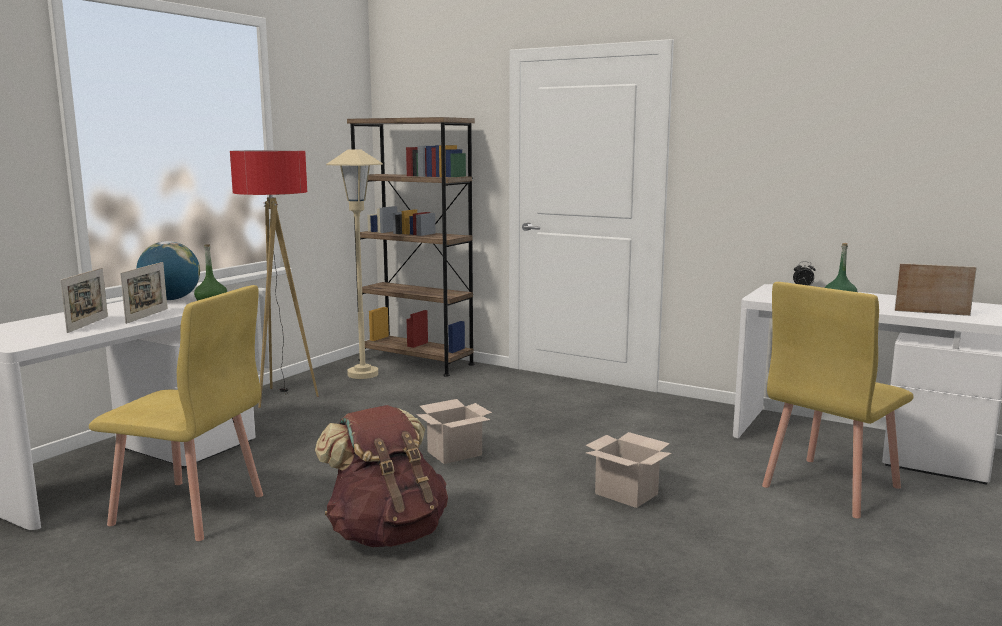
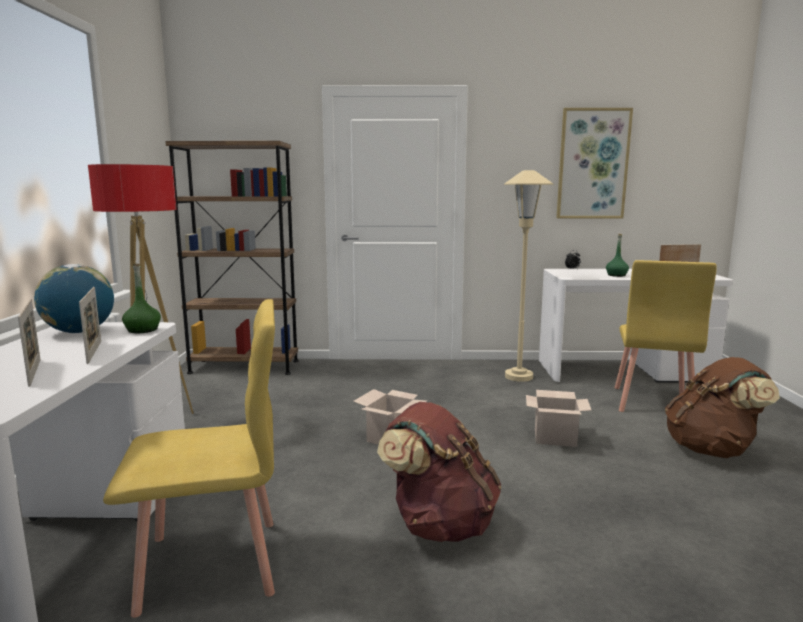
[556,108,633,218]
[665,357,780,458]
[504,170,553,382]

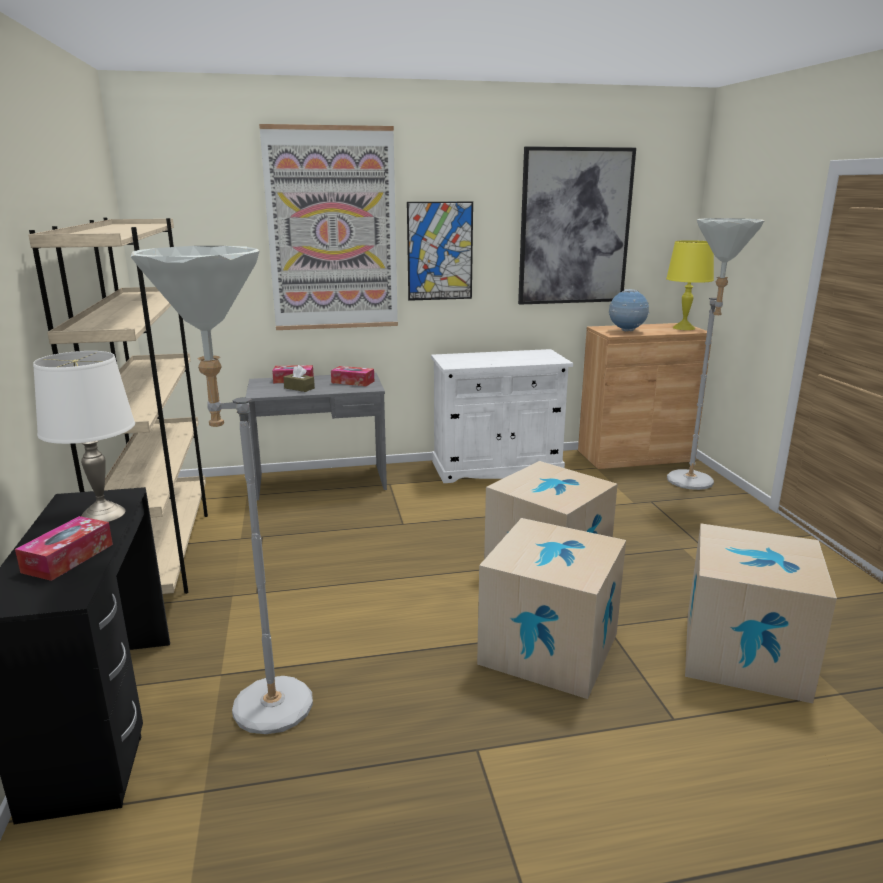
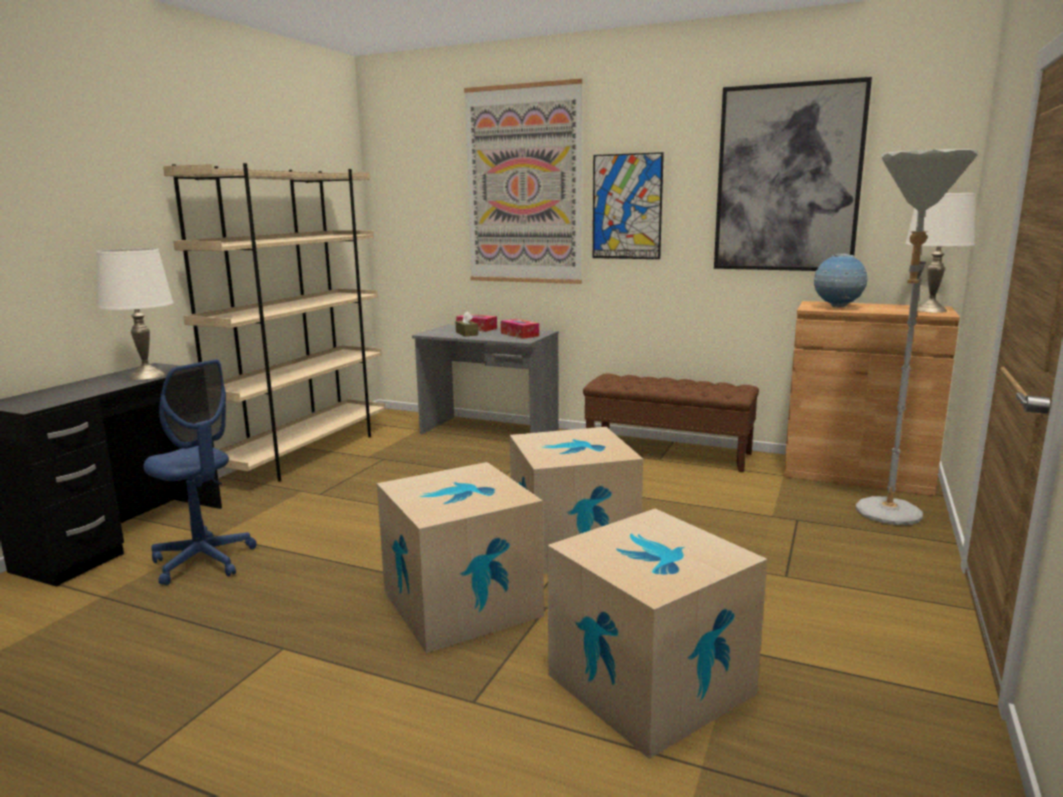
[15,516,113,581] (first image)
[144,359,256,585]
[583,374,759,473]
[905,193,975,313]

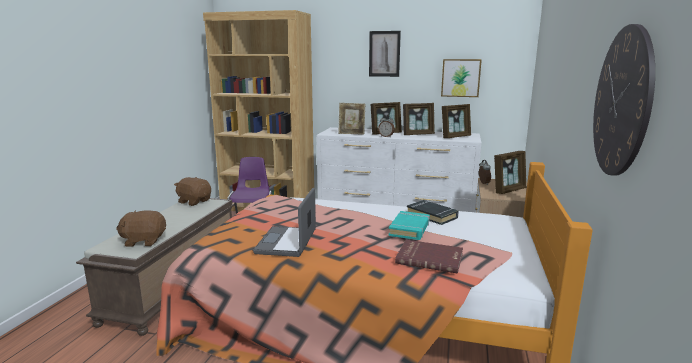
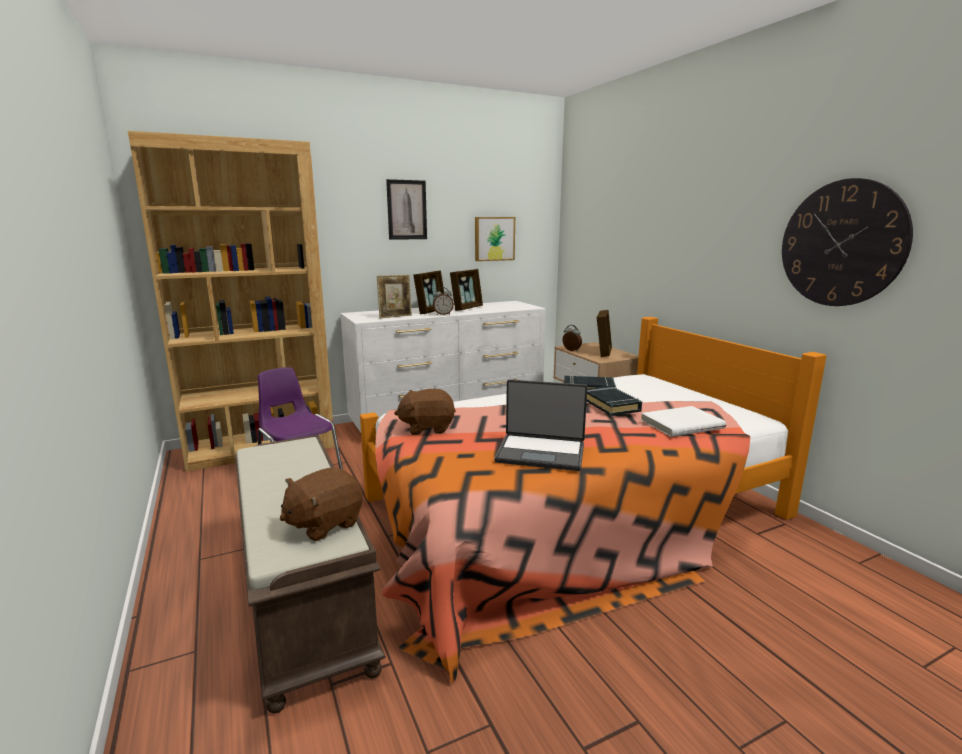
[442,104,471,138] (first image)
[394,389,456,435]
[587,386,642,416]
[641,406,726,437]
[495,379,587,471]

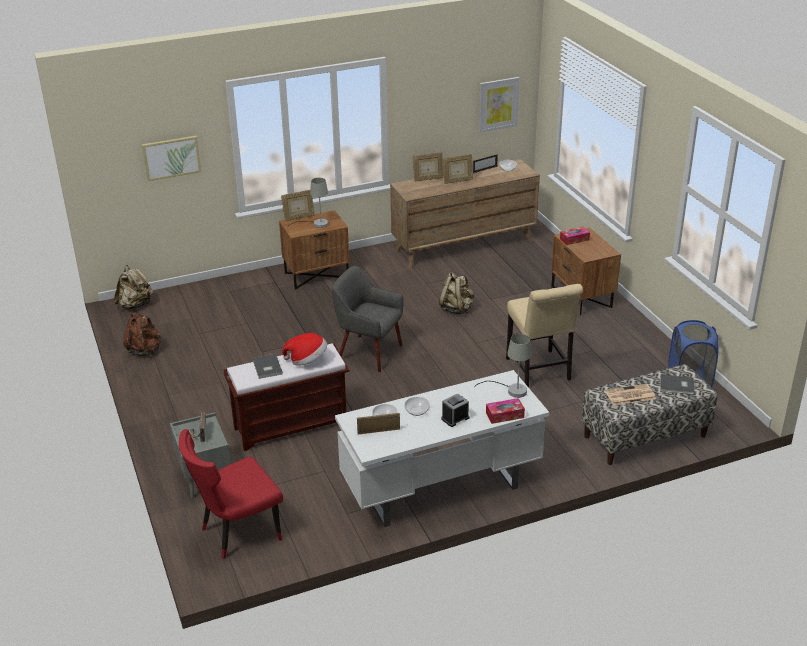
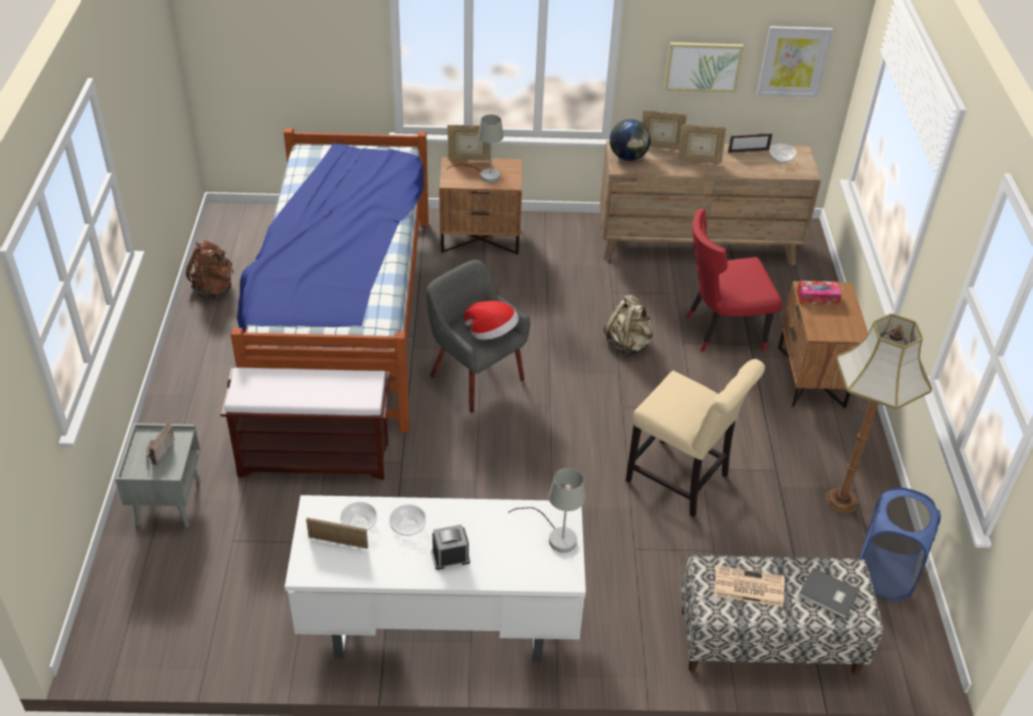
[114,265,153,309] (first image)
[253,354,283,379] (first image)
[486,398,525,424] (first image)
[231,128,429,433]
[610,119,651,161]
[826,313,932,513]
[664,42,744,92]
[686,209,782,352]
[464,301,519,340]
[626,359,765,517]

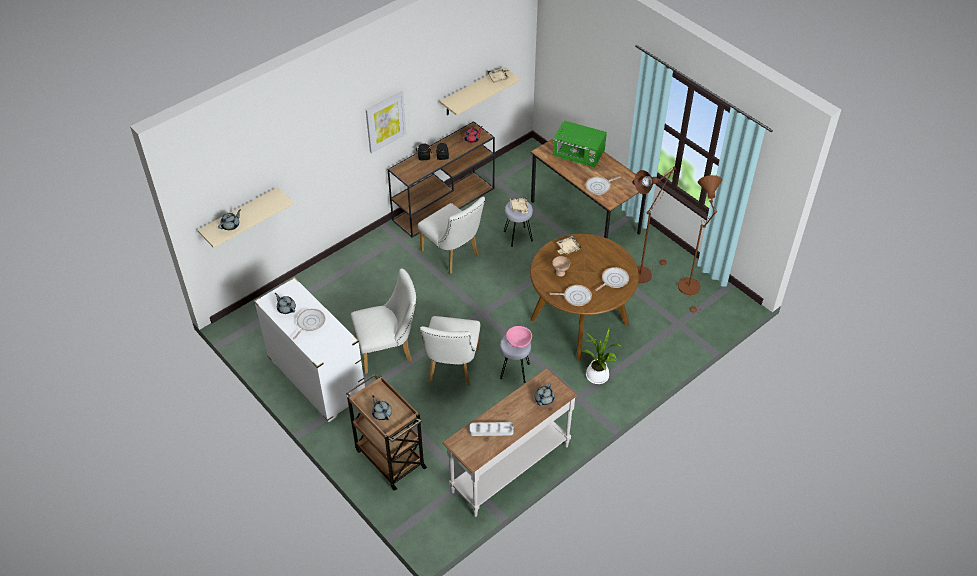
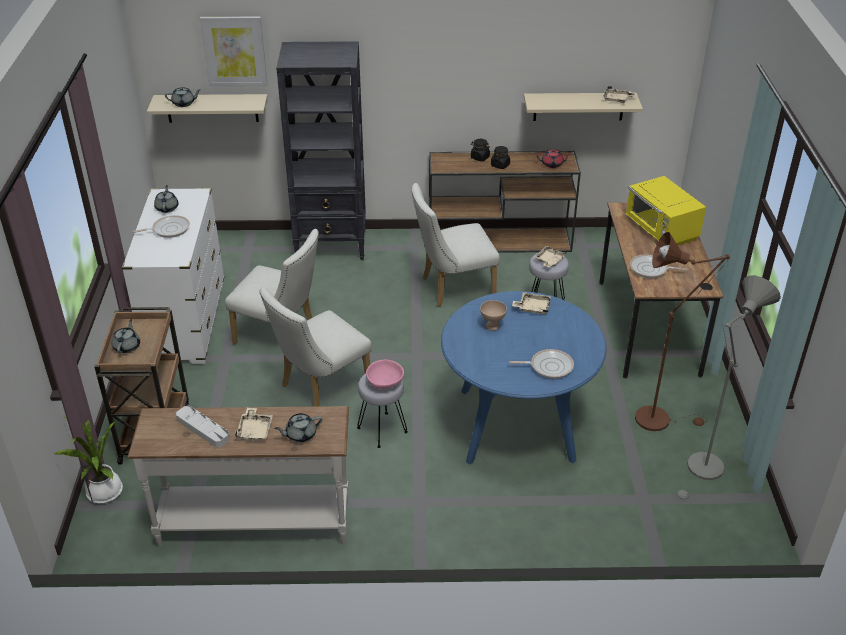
[550,285,592,306] (first image)
[235,408,273,441]
[276,41,366,260]
[200,16,268,87]
[54,415,123,504]
[441,291,606,464]
[626,176,706,245]
[676,275,781,504]
[412,183,500,307]

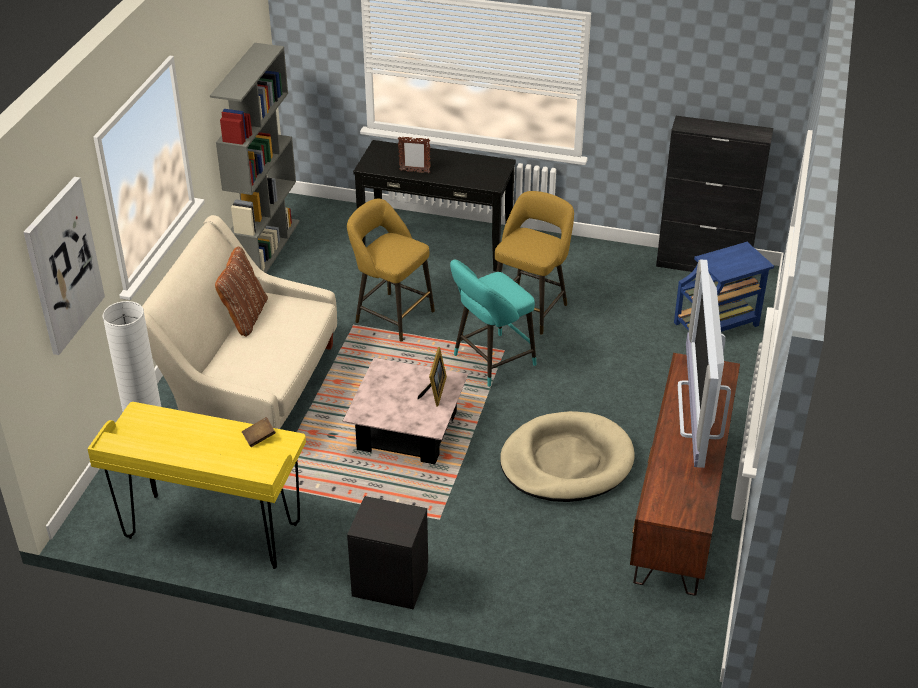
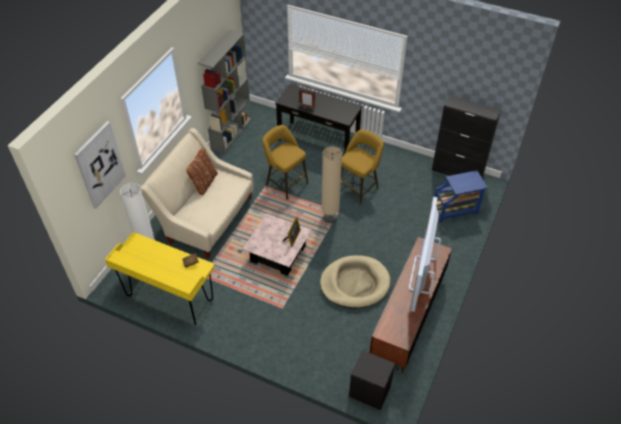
[349,350,395,410]
[321,146,342,223]

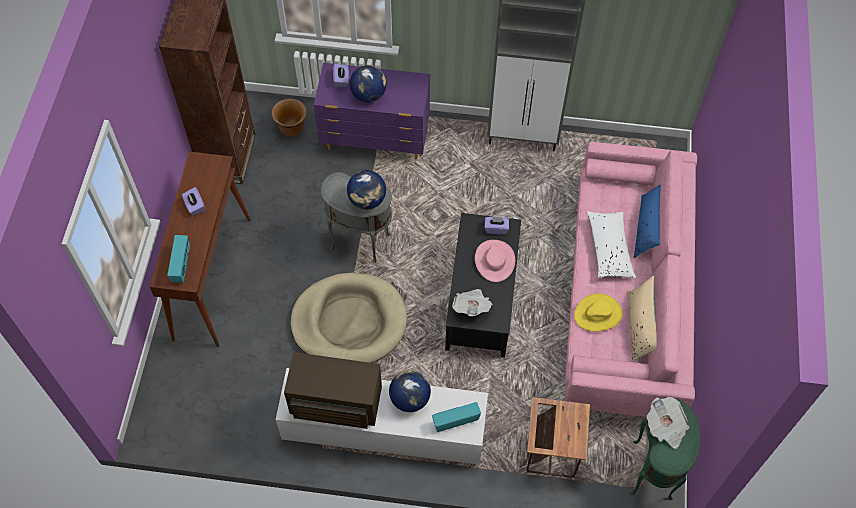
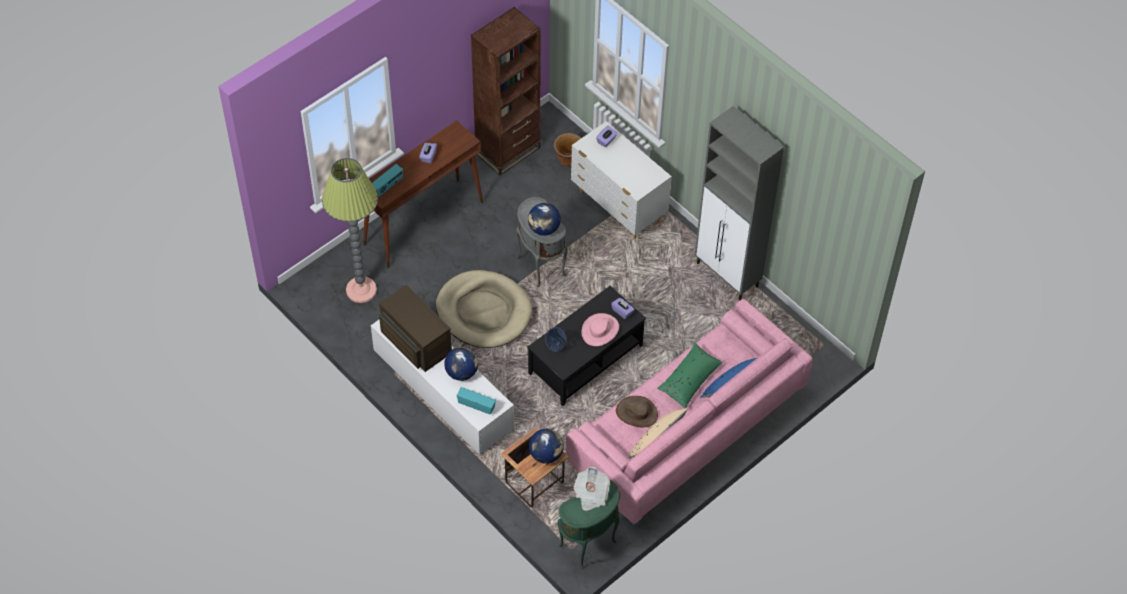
[322,158,378,303]
[529,429,564,464]
[545,327,567,352]
[571,121,672,239]
[616,396,658,427]
[657,343,723,409]

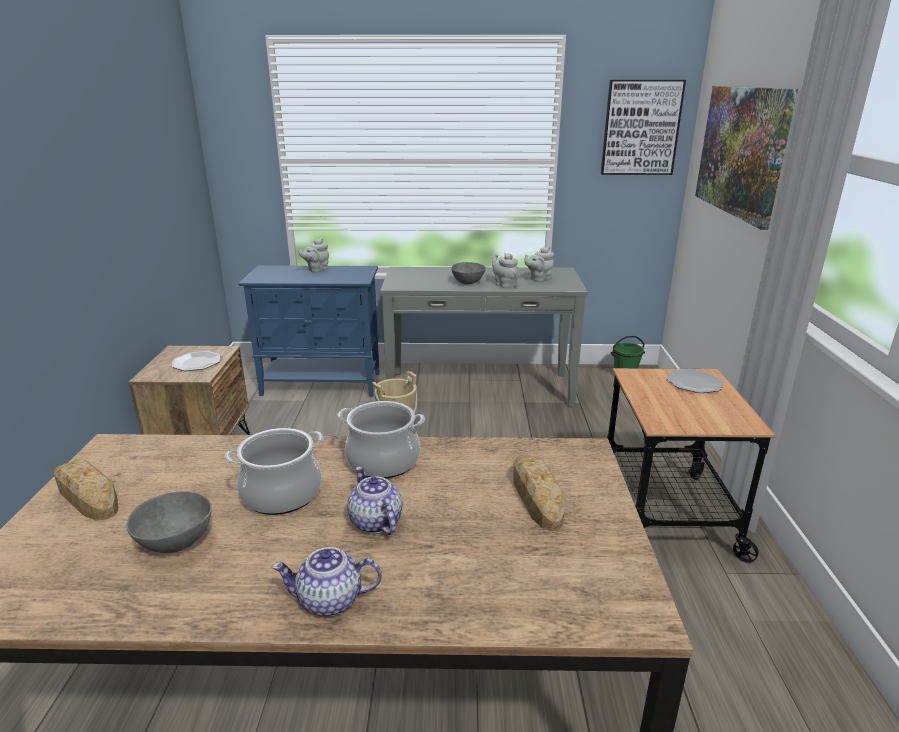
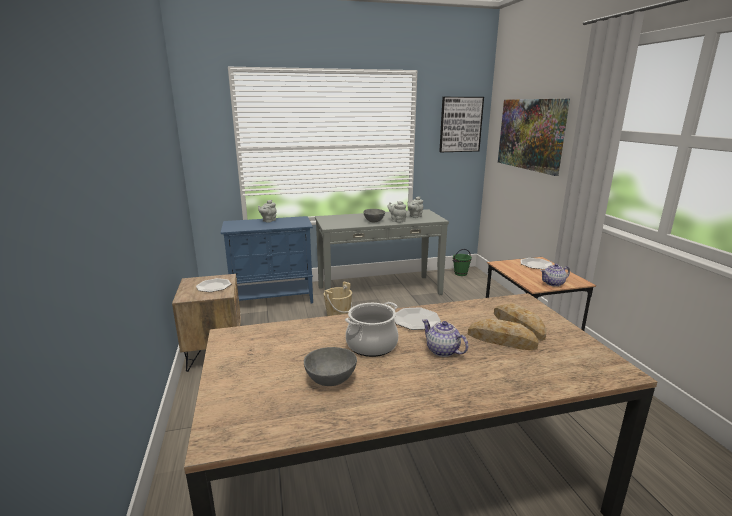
[468,318,539,351]
[541,264,570,287]
[394,307,441,330]

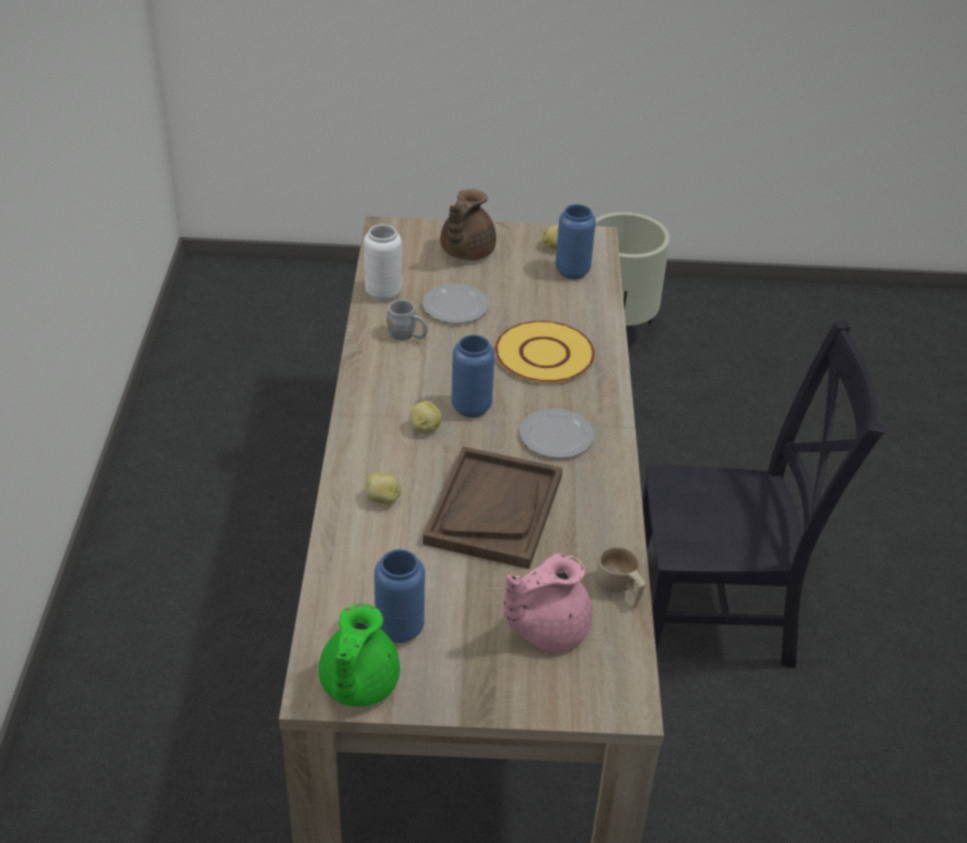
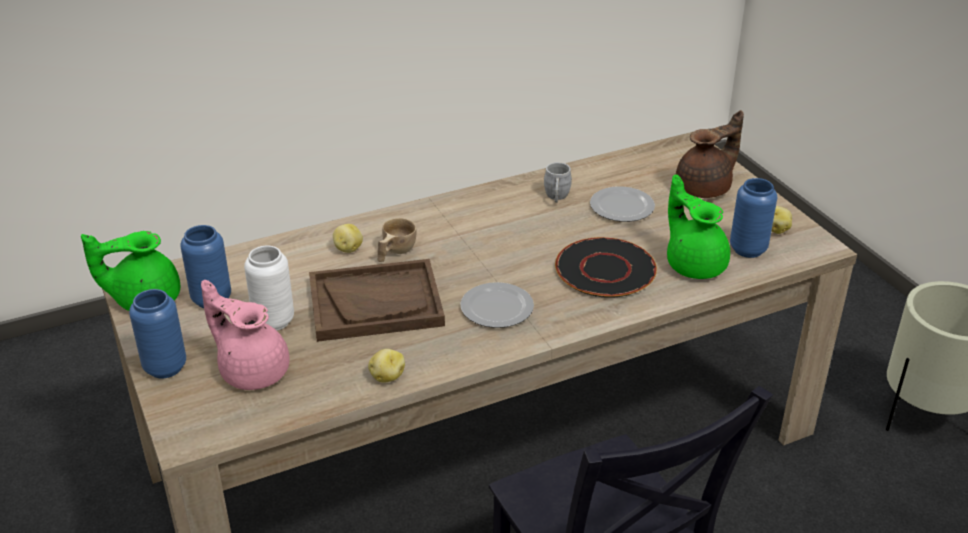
[667,174,730,279]
[244,246,294,331]
[368,349,405,383]
[129,289,186,378]
[377,218,416,262]
[555,237,657,298]
[676,110,744,198]

